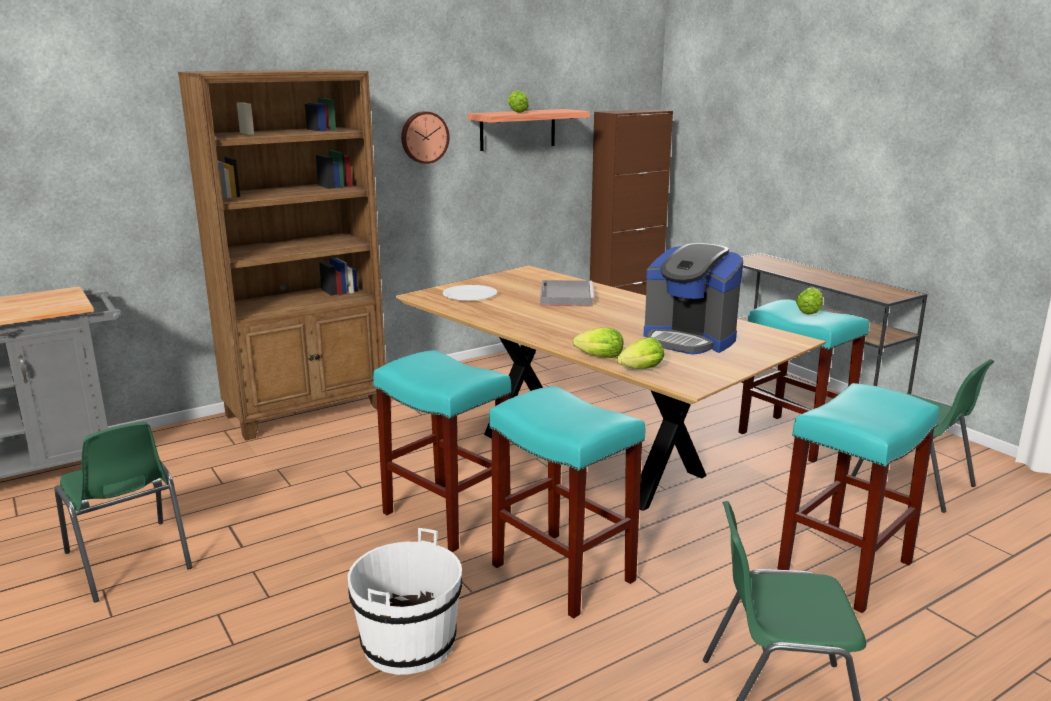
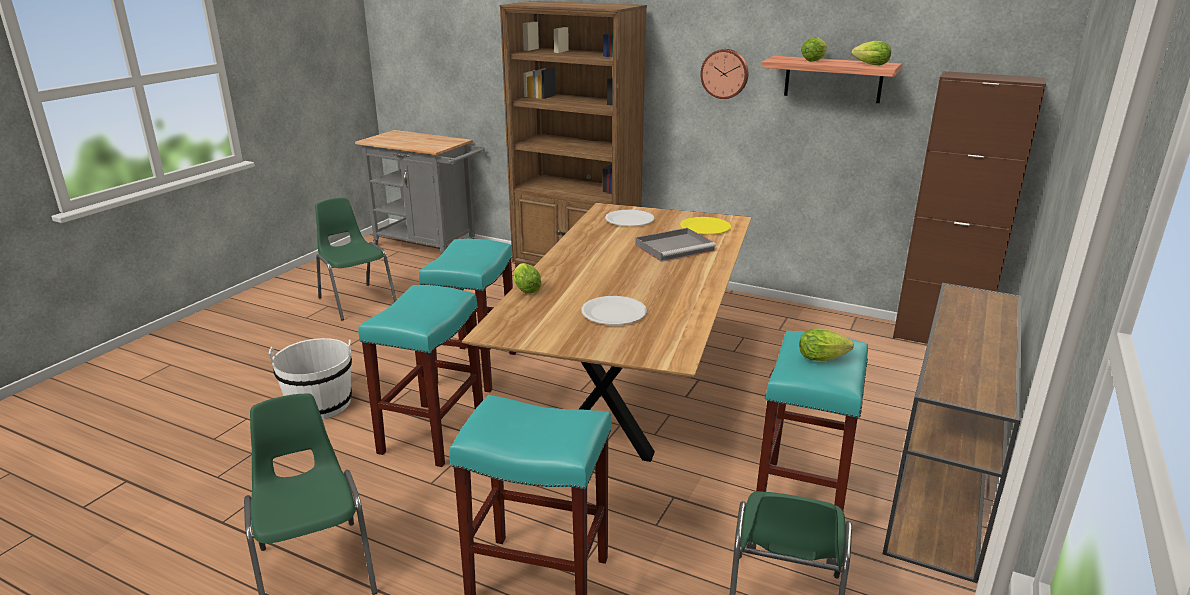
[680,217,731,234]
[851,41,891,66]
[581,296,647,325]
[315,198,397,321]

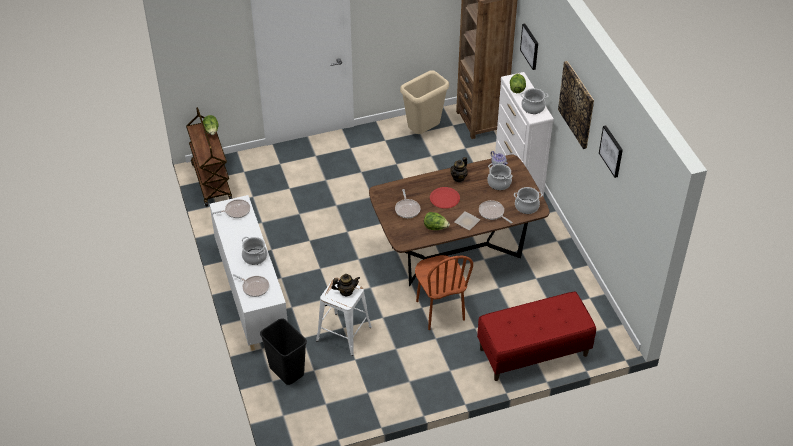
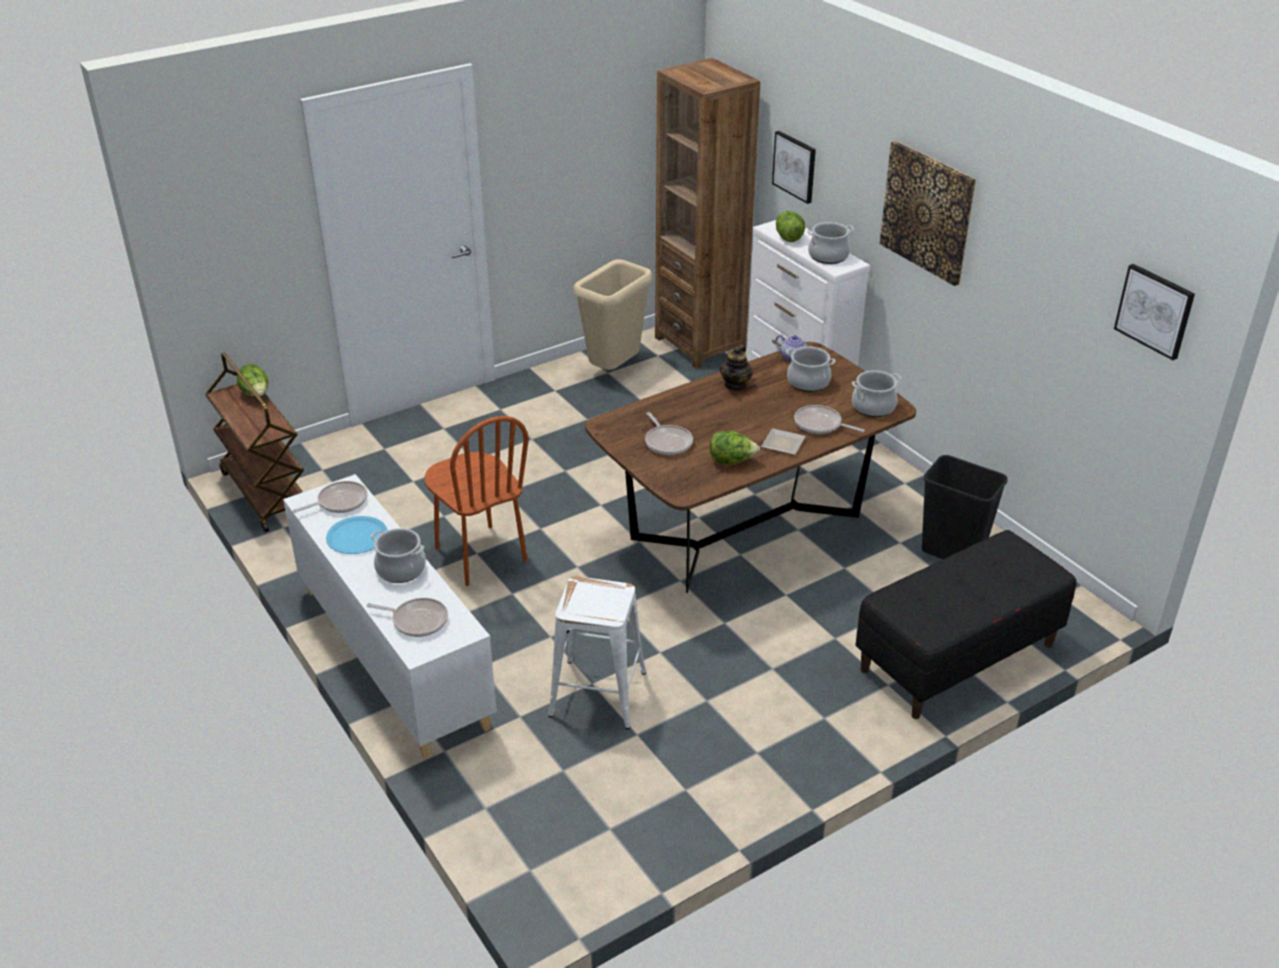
[331,274,360,296] (first image)
[430,187,460,209] (first image)
[326,516,388,554]
[922,455,1008,559]
[424,416,529,586]
[1114,264,1195,360]
[856,530,1076,719]

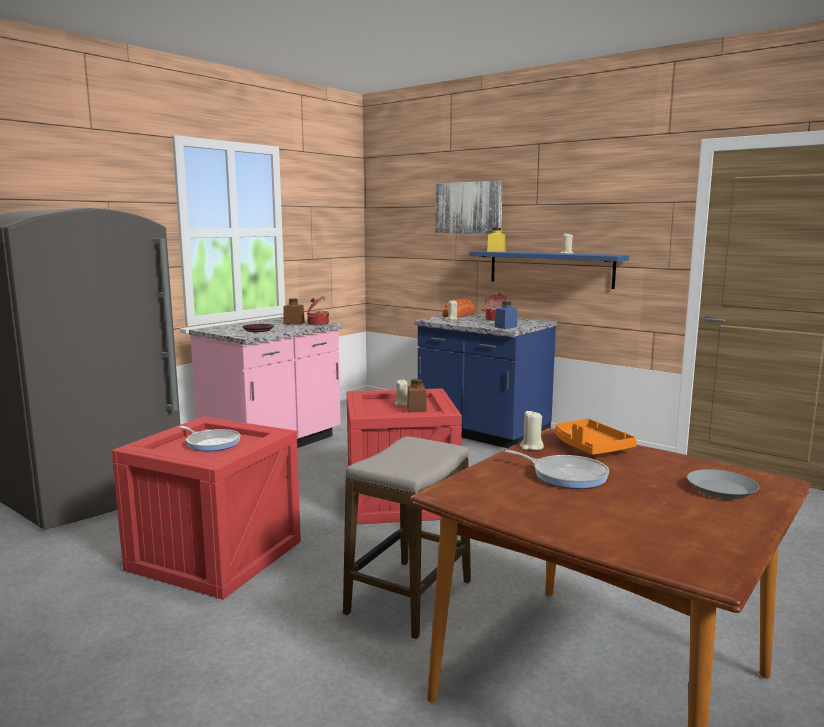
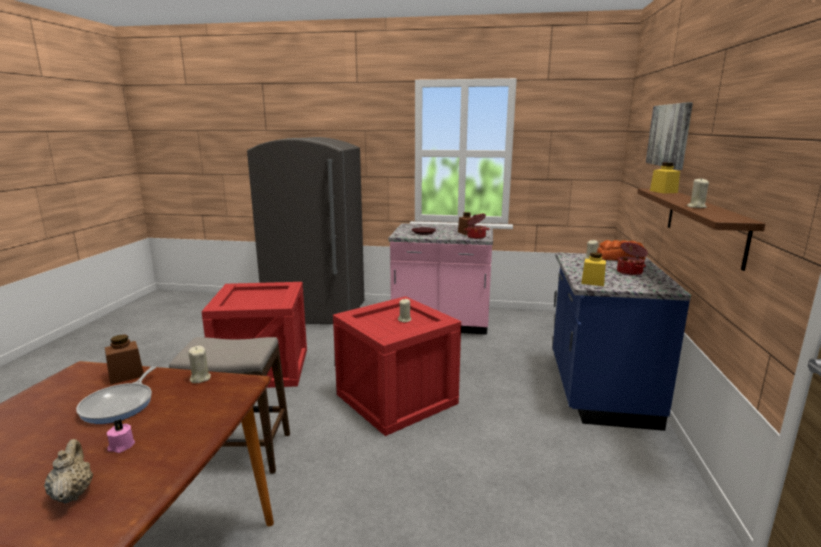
[179,426,241,451] (first image)
[555,419,637,455] (first image)
[106,419,135,453]
[105,335,144,385]
[44,439,93,504]
[637,188,766,271]
[581,252,606,286]

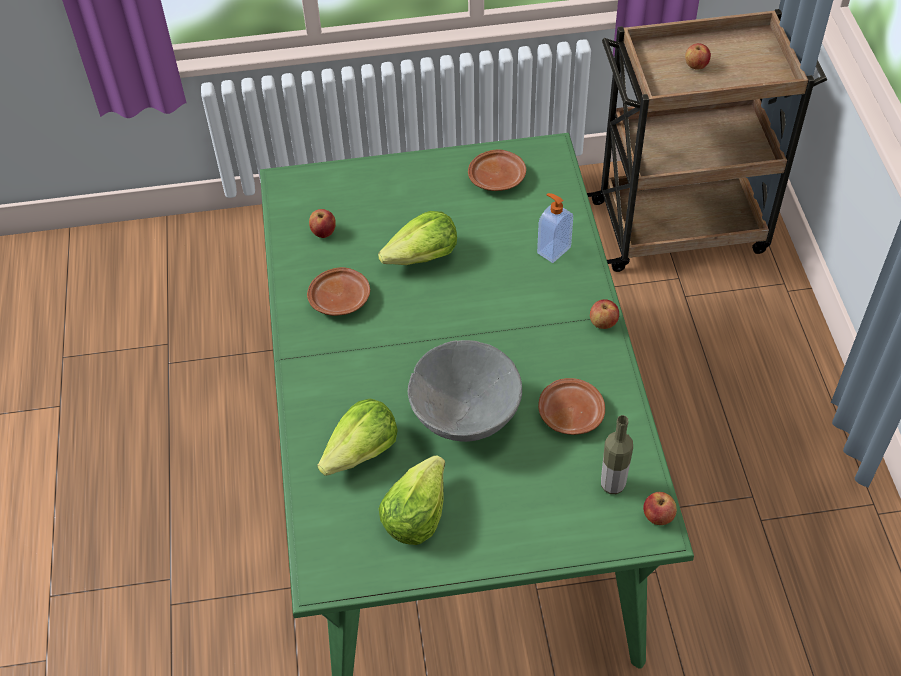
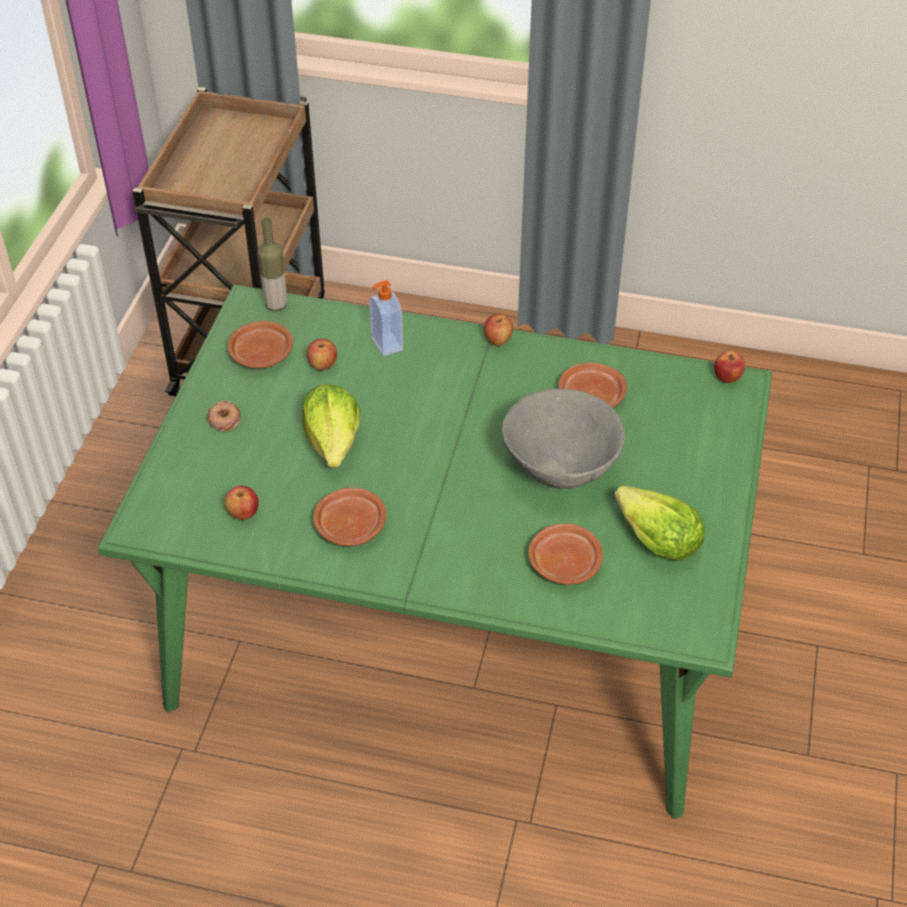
[207,401,240,432]
[257,217,287,312]
[307,339,337,371]
[529,523,603,585]

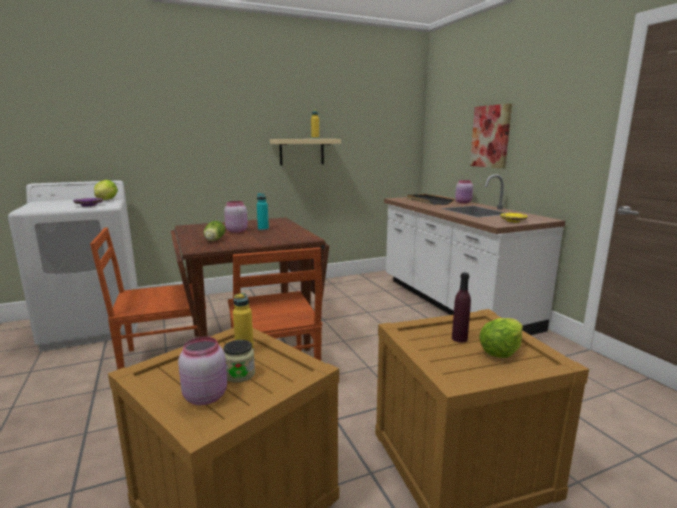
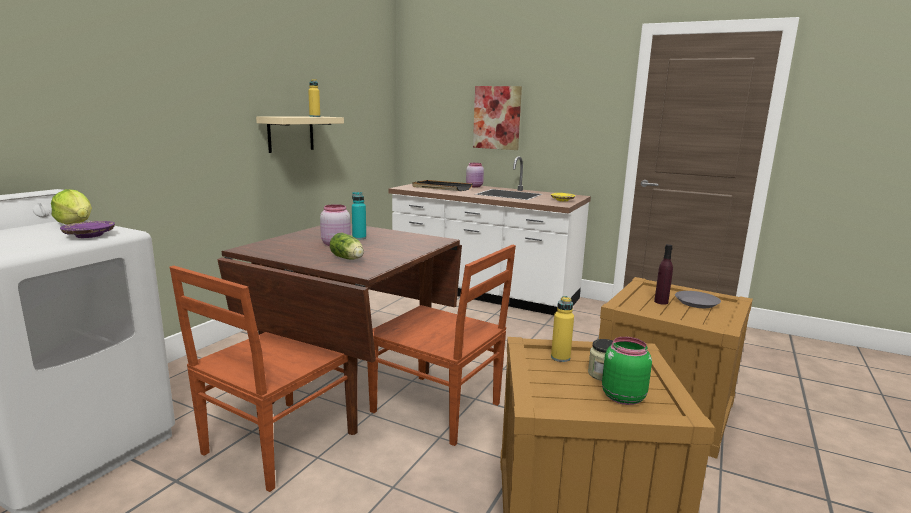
[675,291,721,308]
[602,337,652,405]

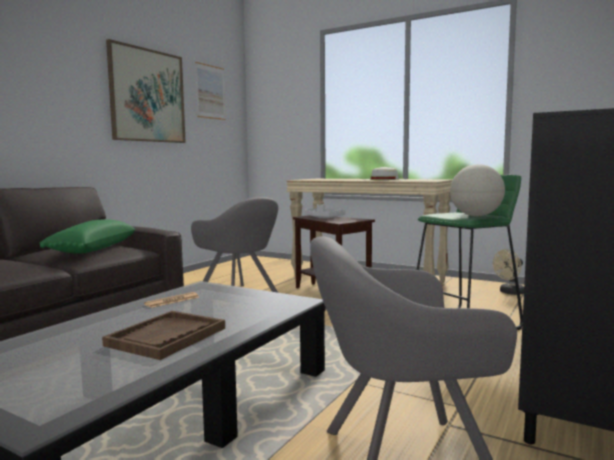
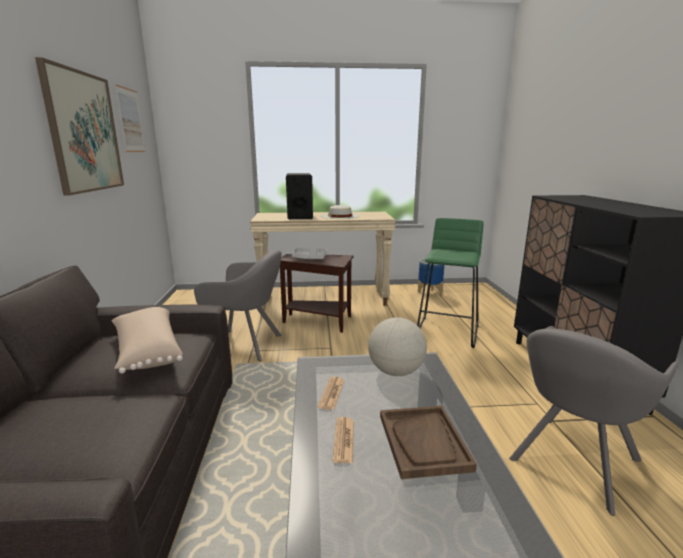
[286,173,313,219]
[333,417,354,463]
[368,317,427,376]
[418,258,445,296]
[112,307,183,374]

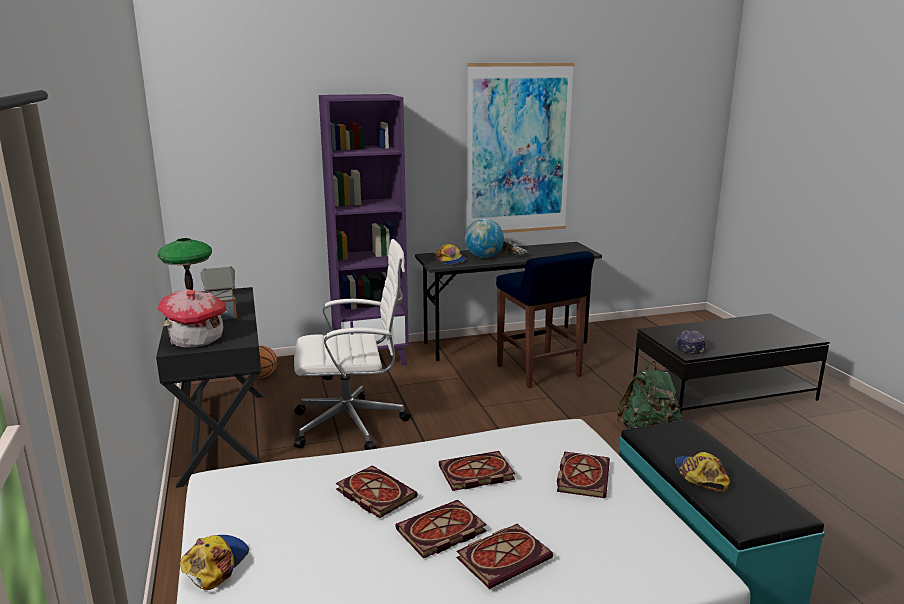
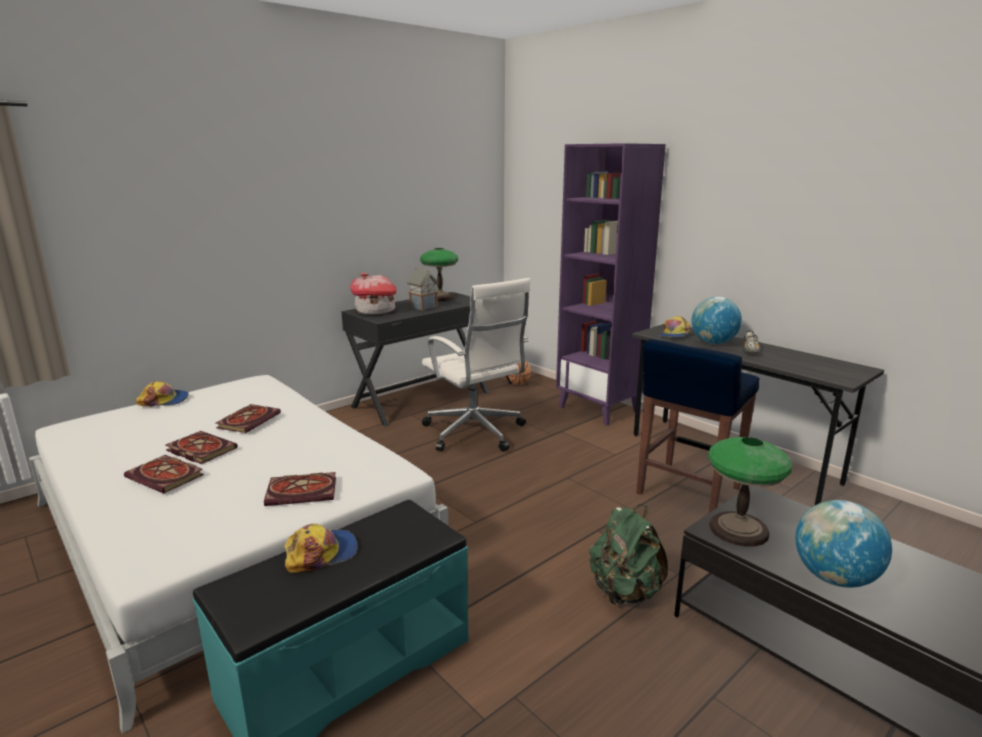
[439,451,515,491] (first image)
[467,63,575,233] (first image)
[795,500,892,588]
[708,437,792,547]

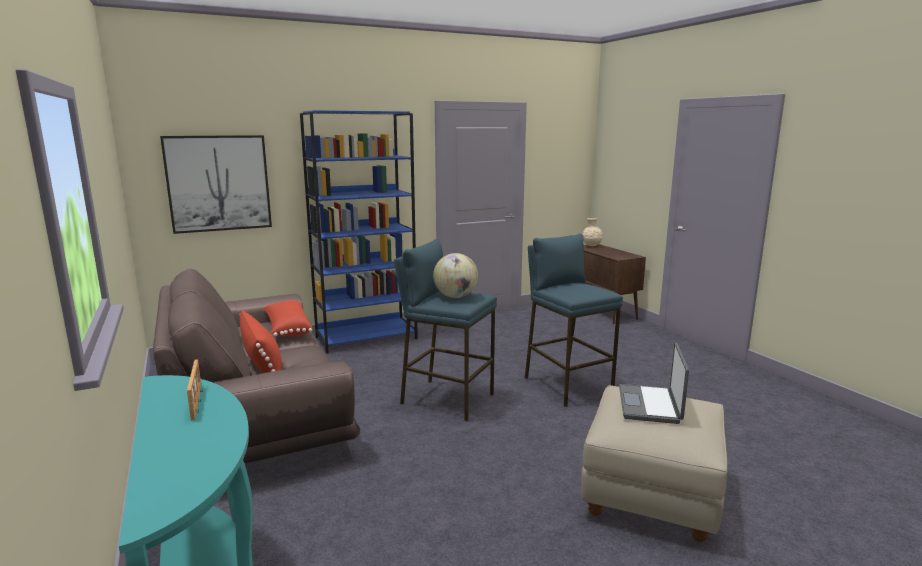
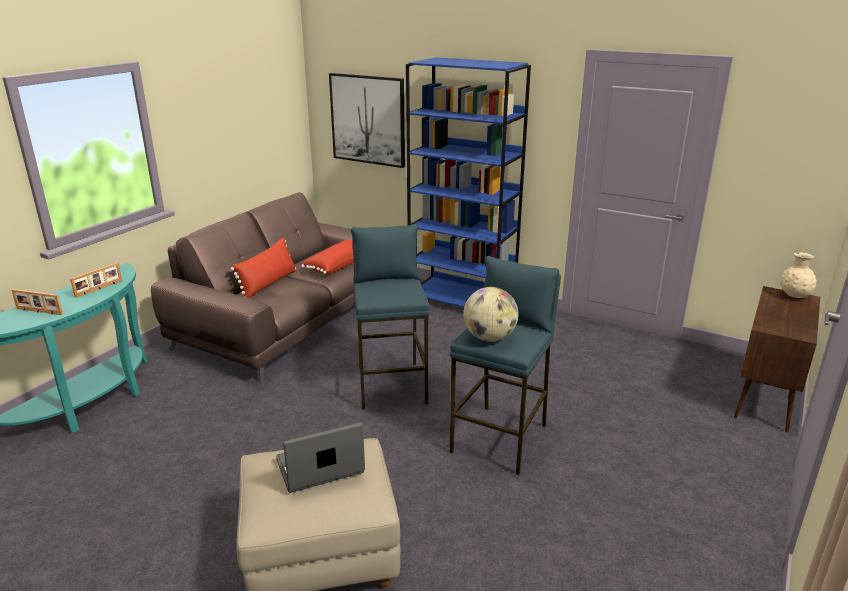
[11,289,63,315]
[463,287,518,342]

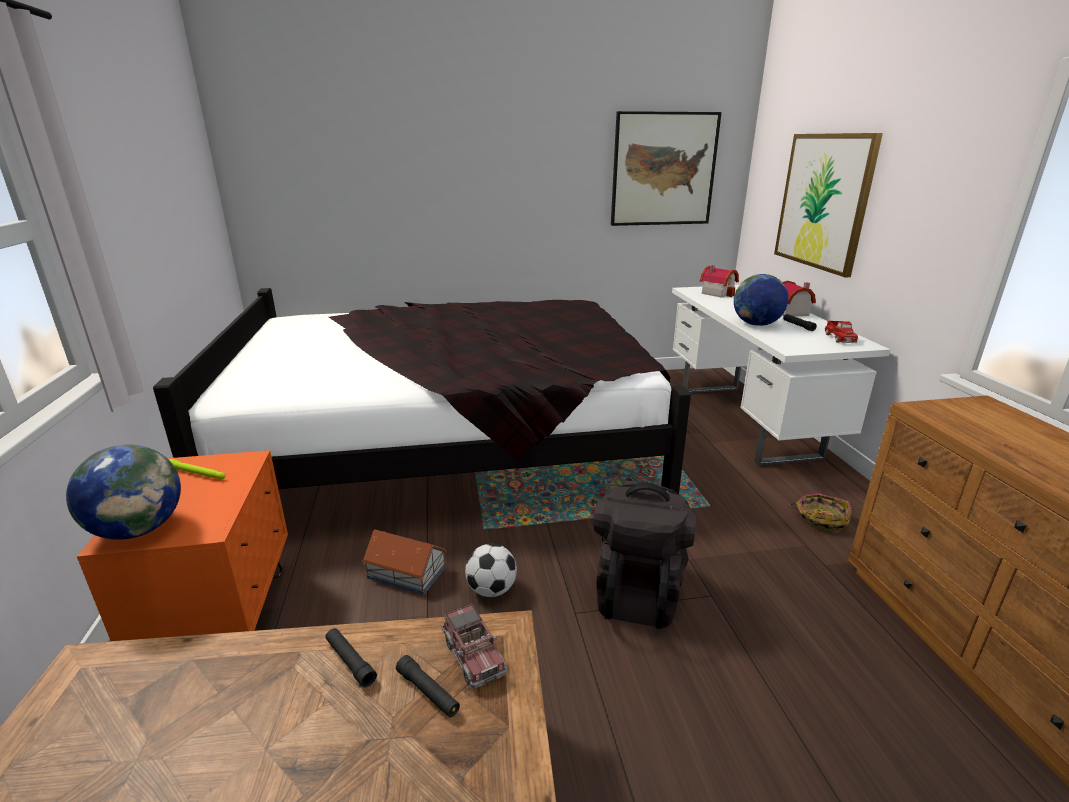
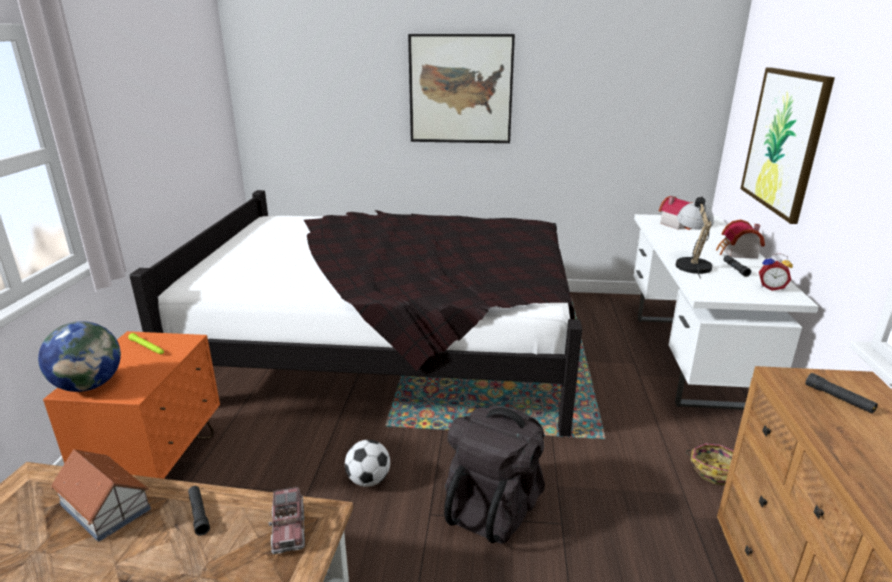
[51,449,151,542]
[805,373,878,413]
[408,34,515,143]
[676,196,714,279]
[759,253,793,291]

